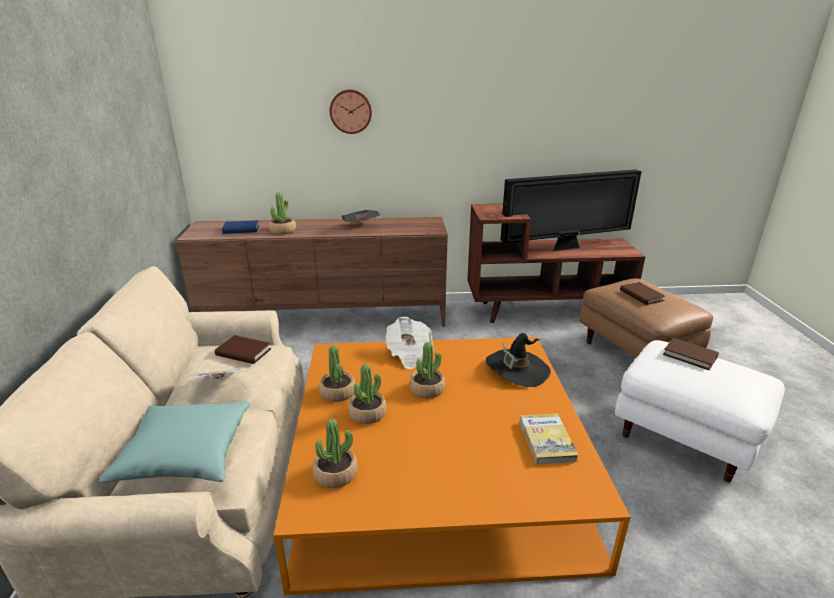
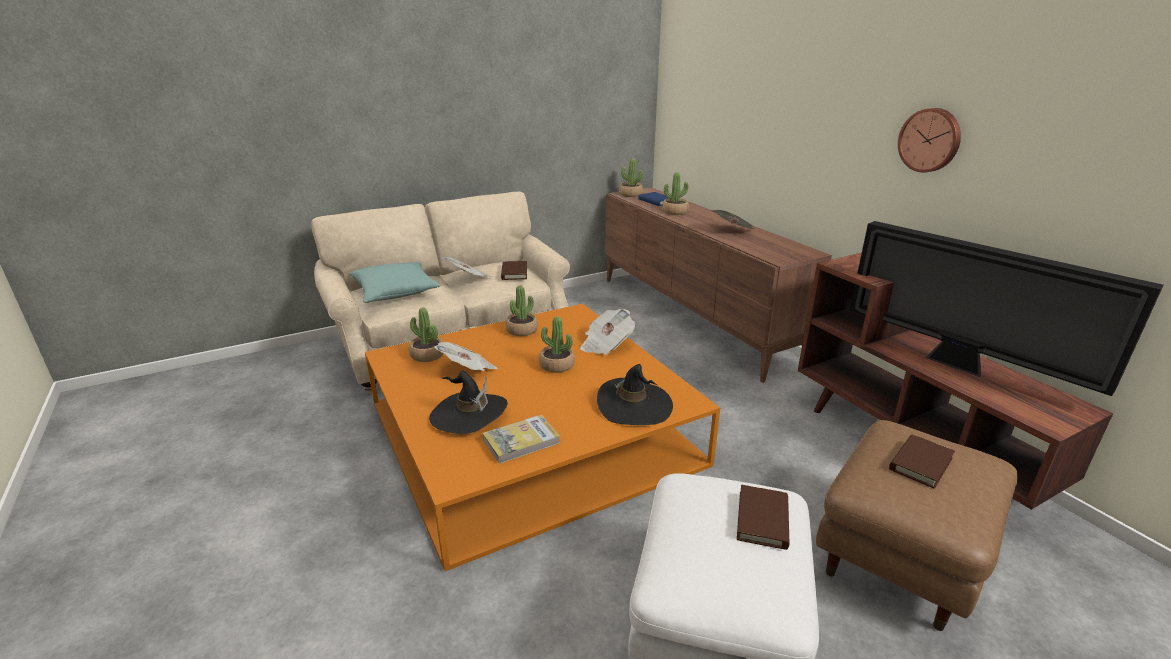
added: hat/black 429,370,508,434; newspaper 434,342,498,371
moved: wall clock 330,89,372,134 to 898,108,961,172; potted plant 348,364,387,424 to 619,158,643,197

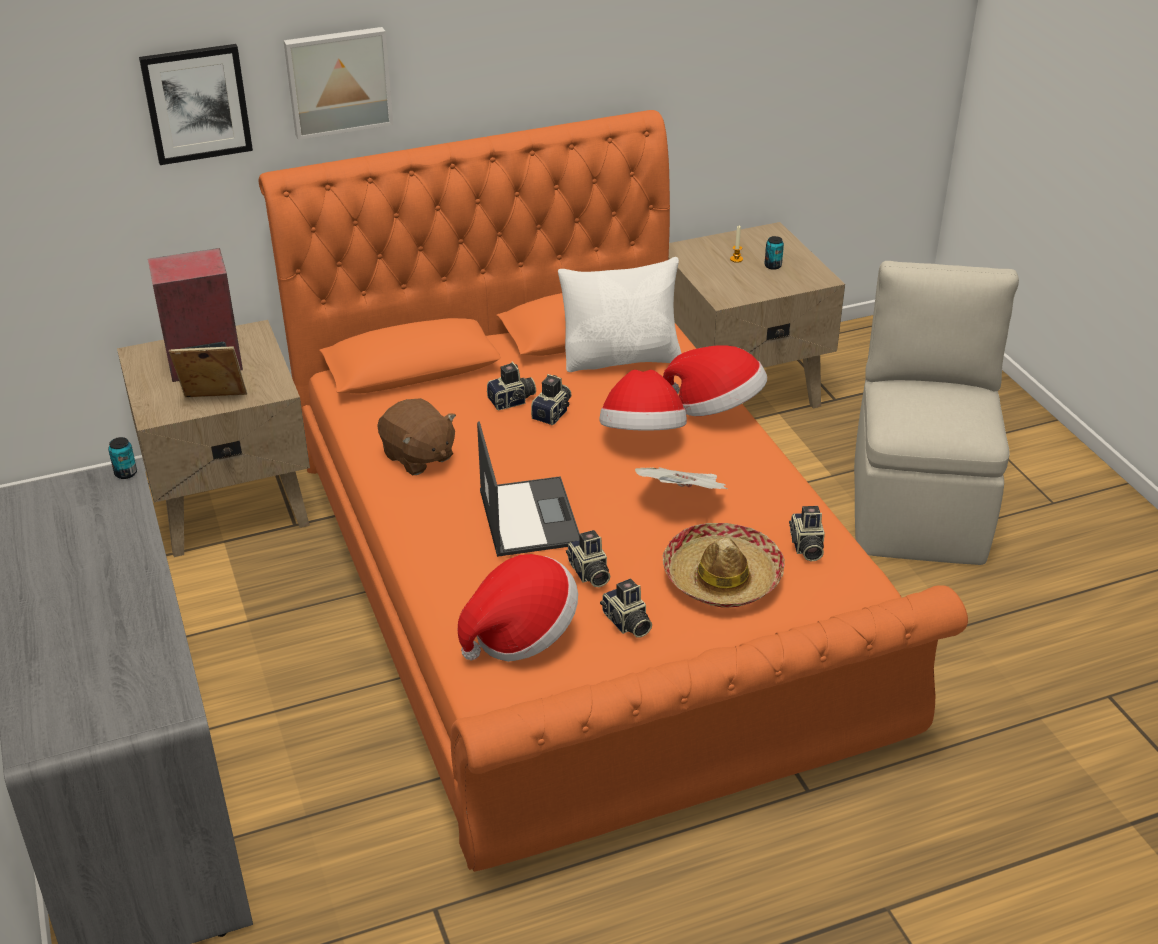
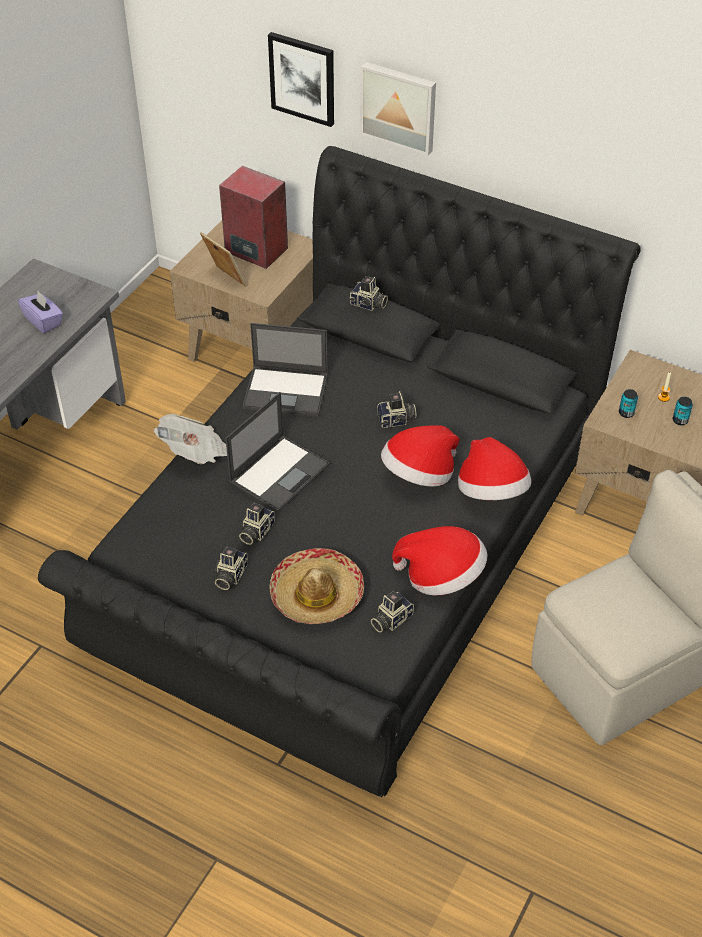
removed: pillow/white 558,257,681,372
added: tissue box/purple 18,291,63,333
moved: can 108,437,137,479 to 619,389,638,418; hat 457,554,578,662 to 392,526,487,595; photo camera 487,361,536,410 to 349,276,388,311; newspaper 635,467,727,489 to 153,414,227,465
replaced: plush toy/brown 377,398,456,475 to laptop 242,323,328,416
recoloured: bed/orange 258,110,968,872 to bed/black 38,146,641,797

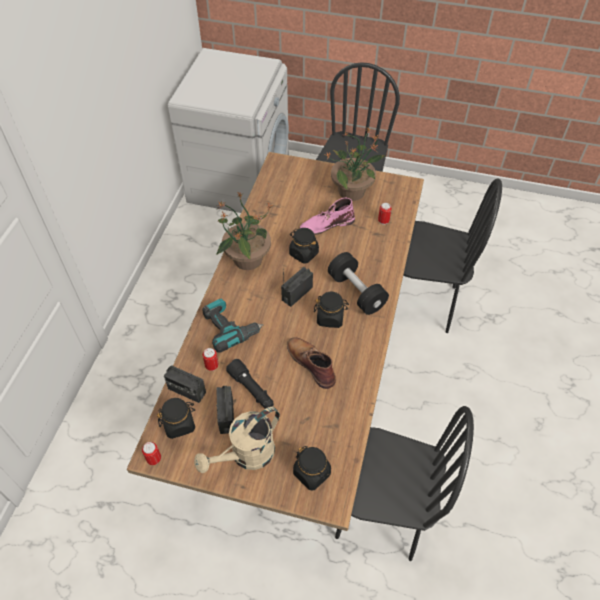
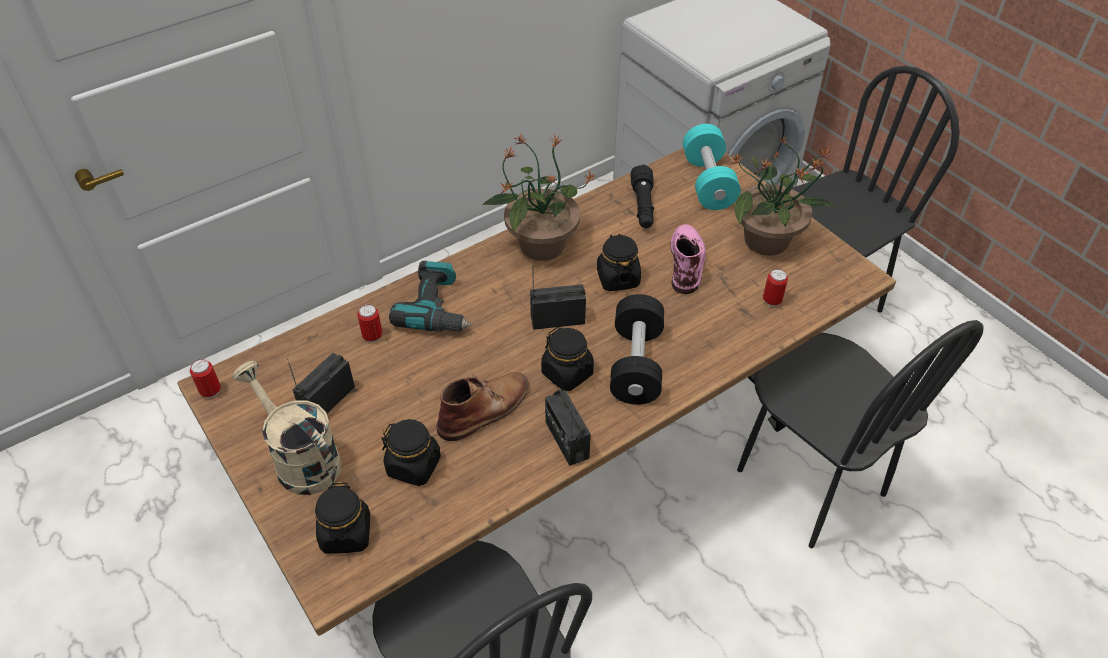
added: dumbbell/turquoise 683,124,741,210
moved: jar/black 157,398,196,439 to 381,419,441,486; radio 164,365,206,403 to 545,389,591,466; flashlight/black 226,359,274,409 to 630,165,654,228
turned: watering can/beige 194,407,280,473 = 232,361,342,495 45 degrees clockwise; boot/brown 287,337,336,389 = 436,372,528,441 45 degrees clockwise; boot/pink 299,197,355,235 = 671,224,706,294 75 degrees clockwise

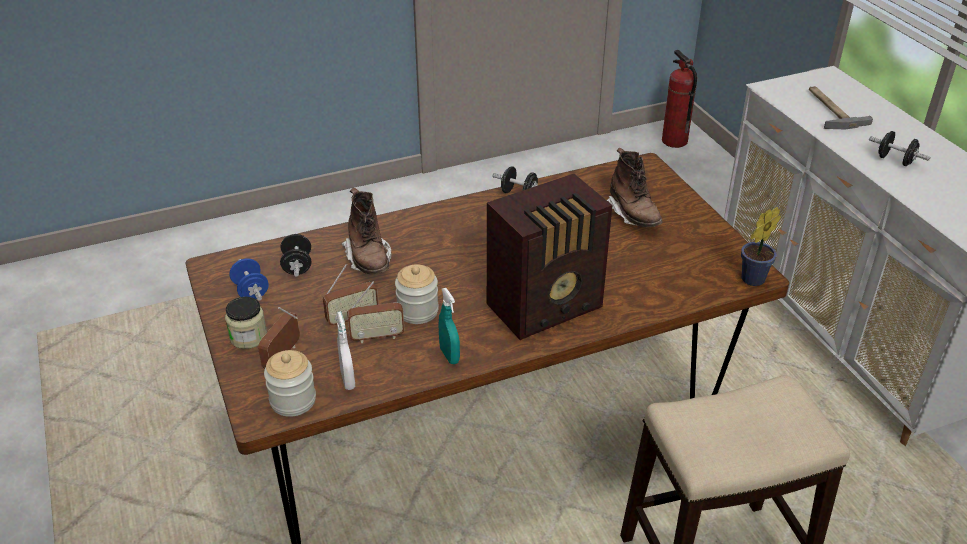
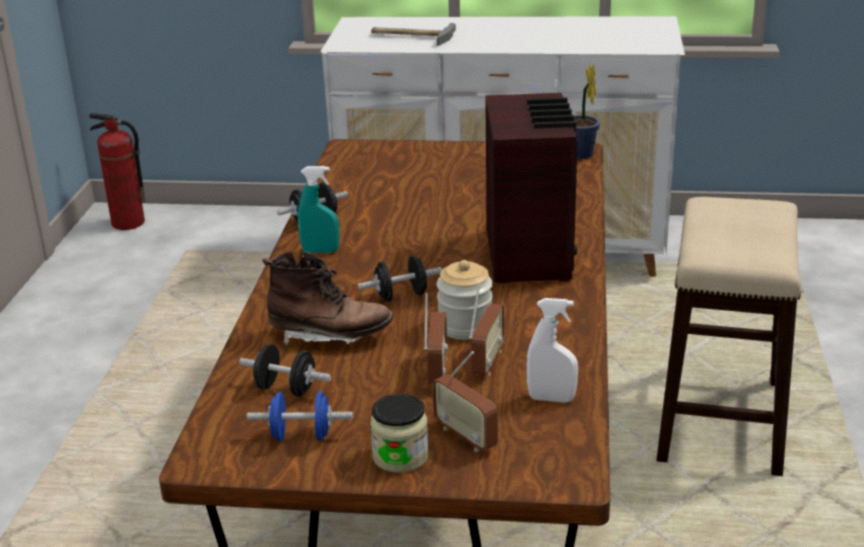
removed: jar 264,350,316,417; boot/brown 607,148,662,227
moved: spray bottle/turquoise 439,288,460,364 to 298,166,340,253; dumbbell/black 869,131,931,166 to 358,255,442,302

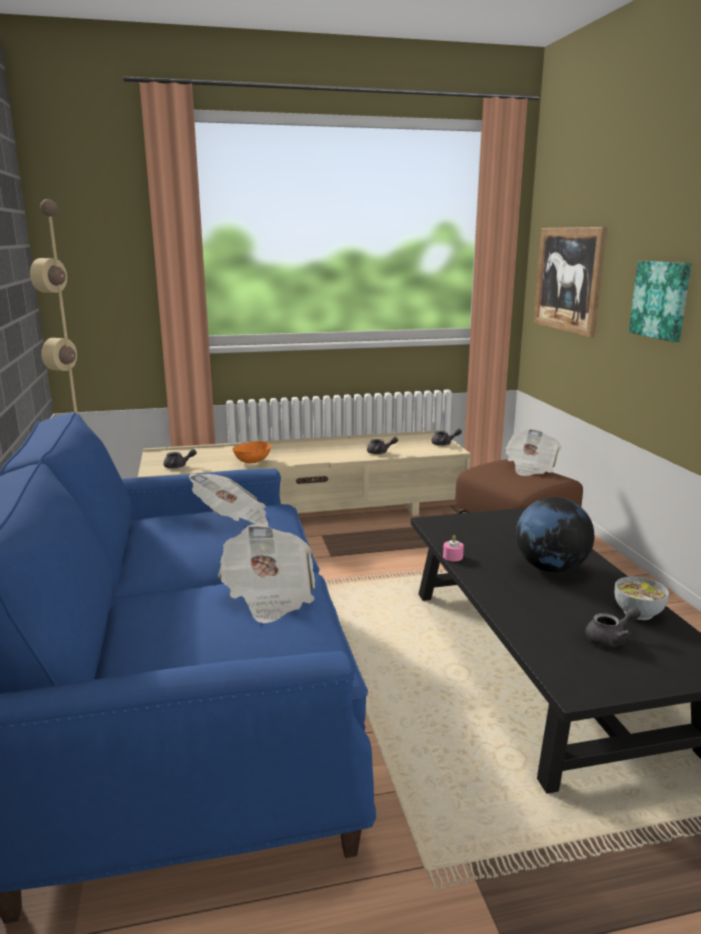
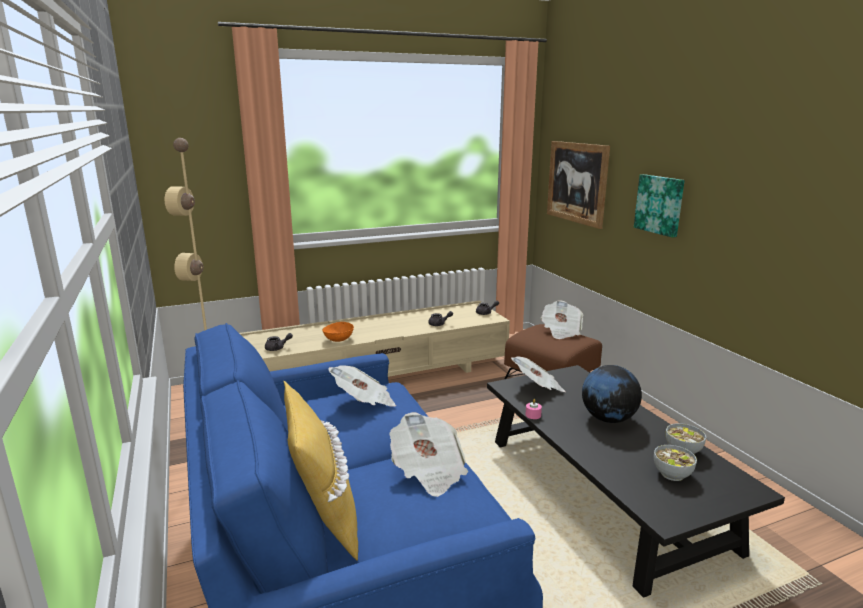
added: pillow/yellow 284,381,358,561; newspaper 511,356,566,392
replaced: teapot/grey 585,607,641,647 to bowl 654,445,697,481

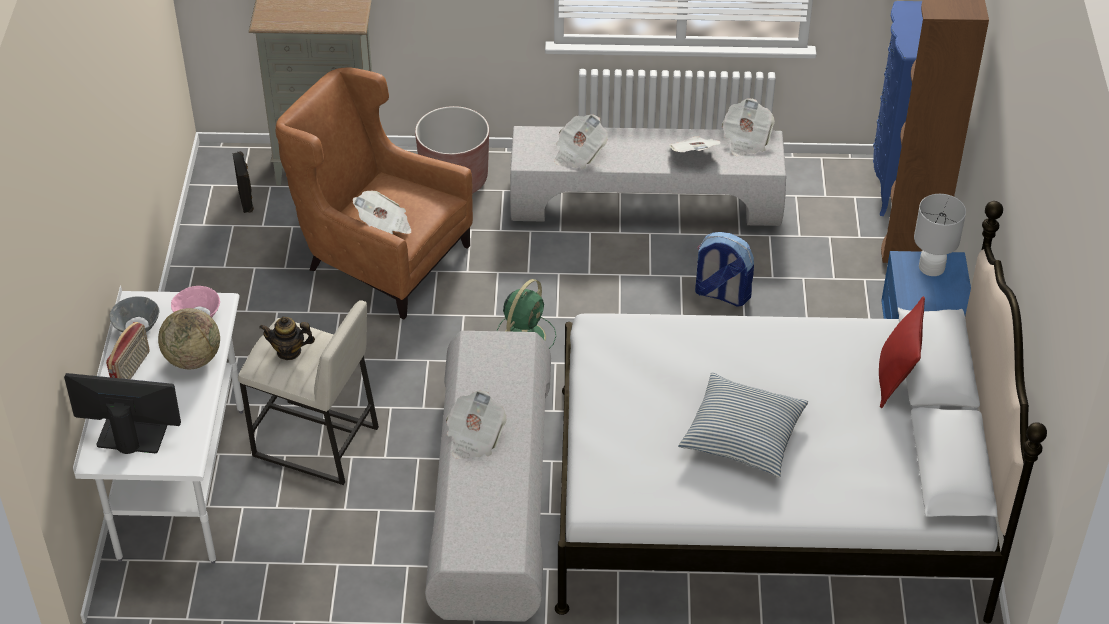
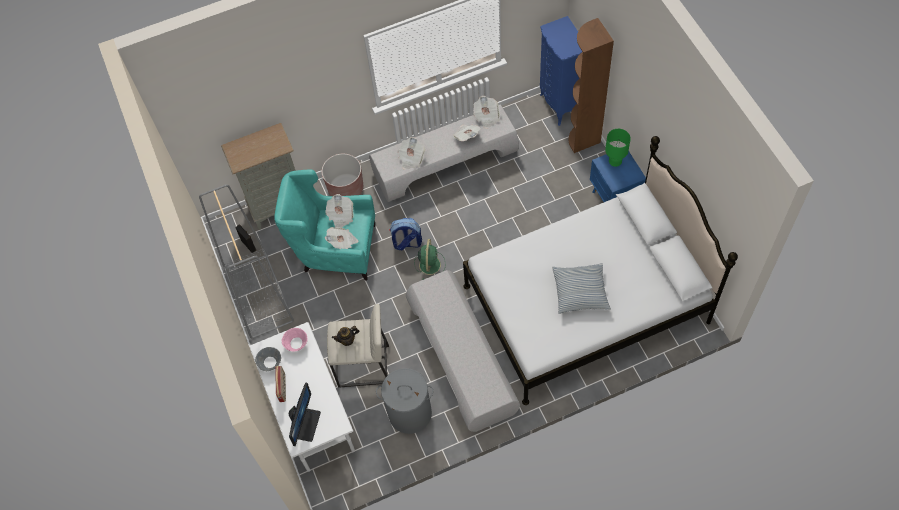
removed: globe 158,308,220,369; pillow/red 879,296,925,408
added: clothes rack/grey 199,185,294,338; laundry basket/grey 376,368,433,434
moved: newspaper 446,390,506,459 to 325,194,354,228; backpack 695,232,754,307 to 389,218,422,250
recoloured: armchair/brown 276,67,473,319 to armchair/turquoise 274,170,375,280; table lamp/grey 914,194,966,276 to table lamp/green 605,129,631,167
turned: monitor 64,373,181,454 = 288,382,321,446 120 degrees clockwise

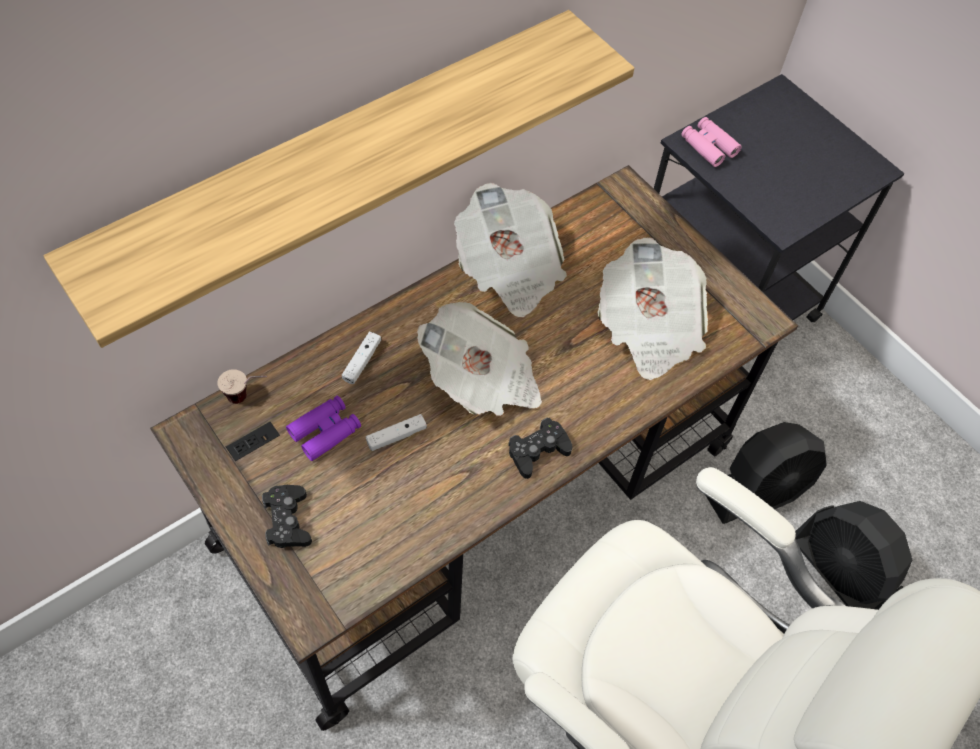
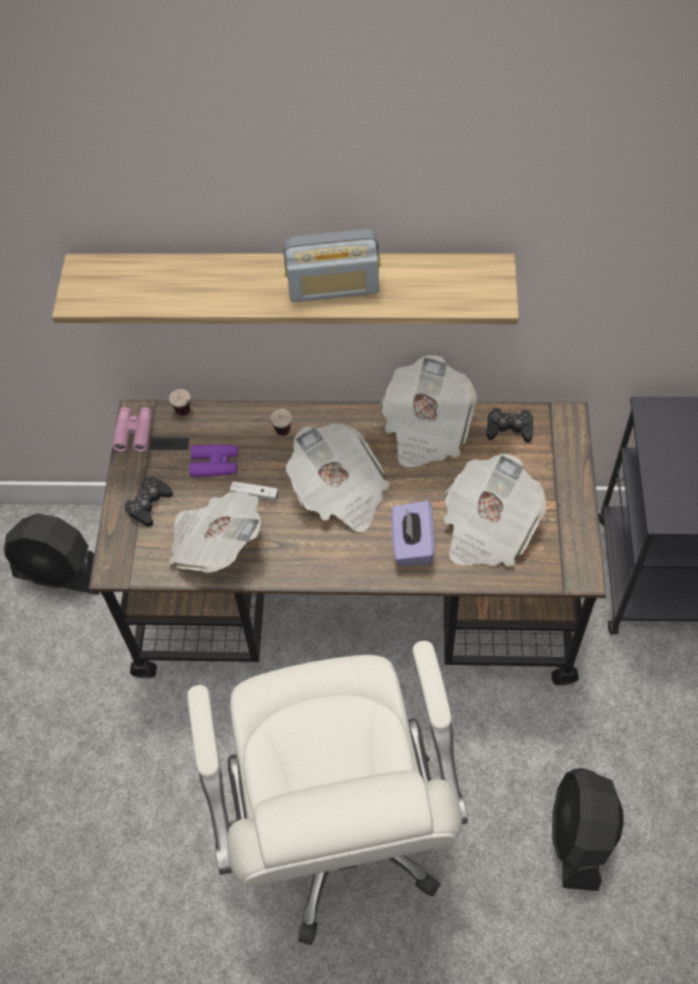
added: newspaper 169,490,261,573; radio 283,230,381,302; tissue box/purple 391,501,435,566
moved: game controller/black 508,418,572,479 to 486,407,533,443; binoculars/pink 681,117,741,167 to 112,407,151,452; fan/black 705,422,827,524 to 4,513,100,595
replaced: game controller/white 342,332,381,384 to cup 253,409,292,436

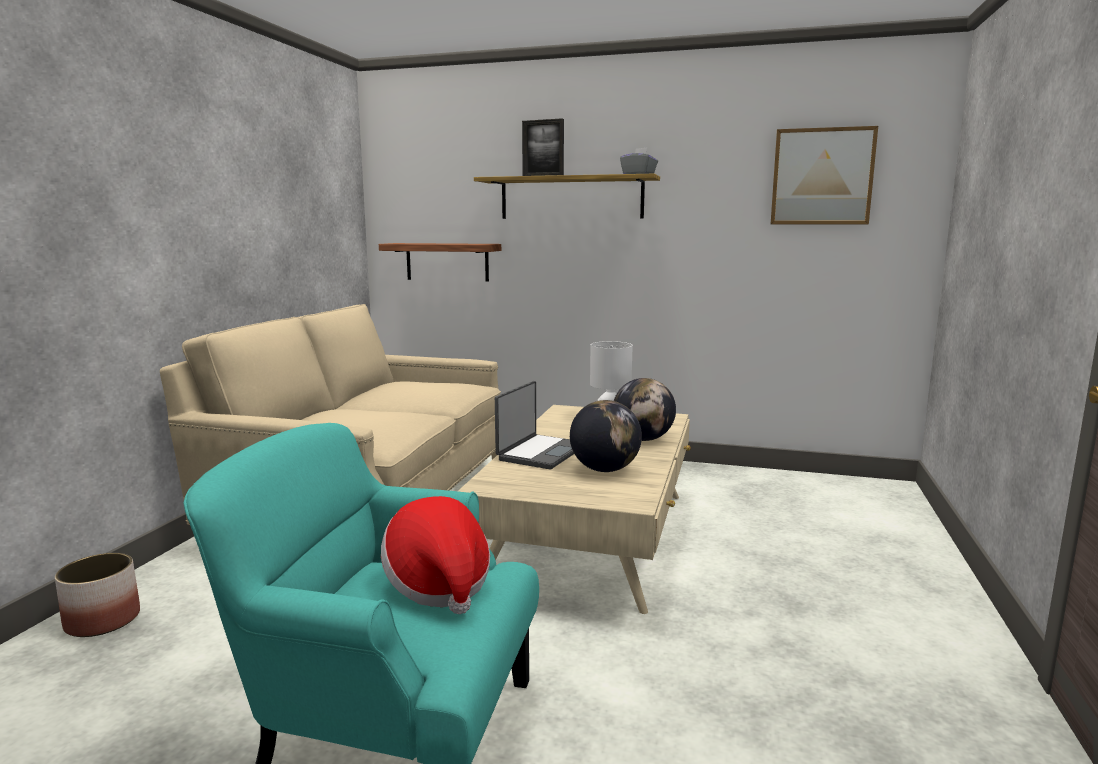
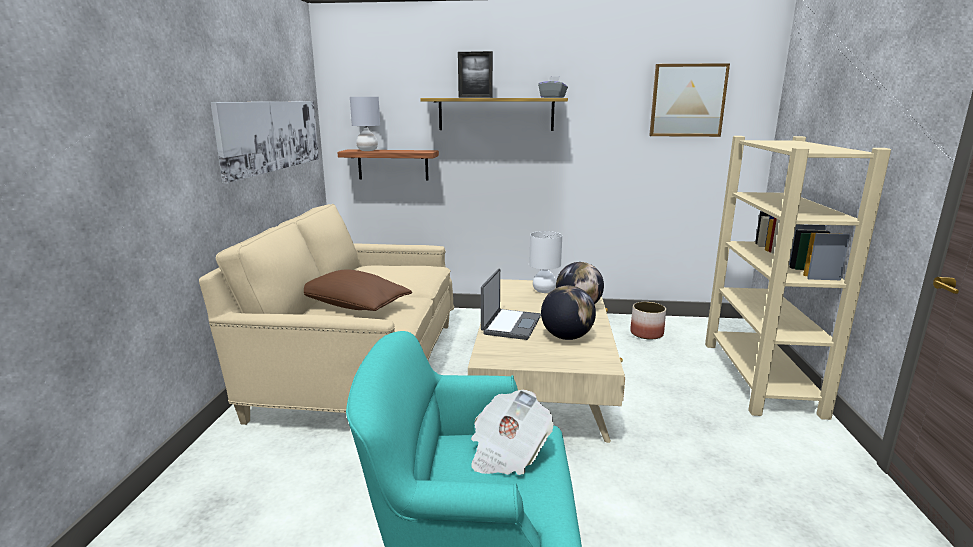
added: picture 211,101,319,183; pillow/brown 304,269,412,311; table lamp/grey 350,97,380,151; bookcase/beige 705,136,891,420
moved: planter 55,553,140,637 to 630,302,666,340
replaced: hat 381,496,490,614 to newspaper 471,390,554,475

